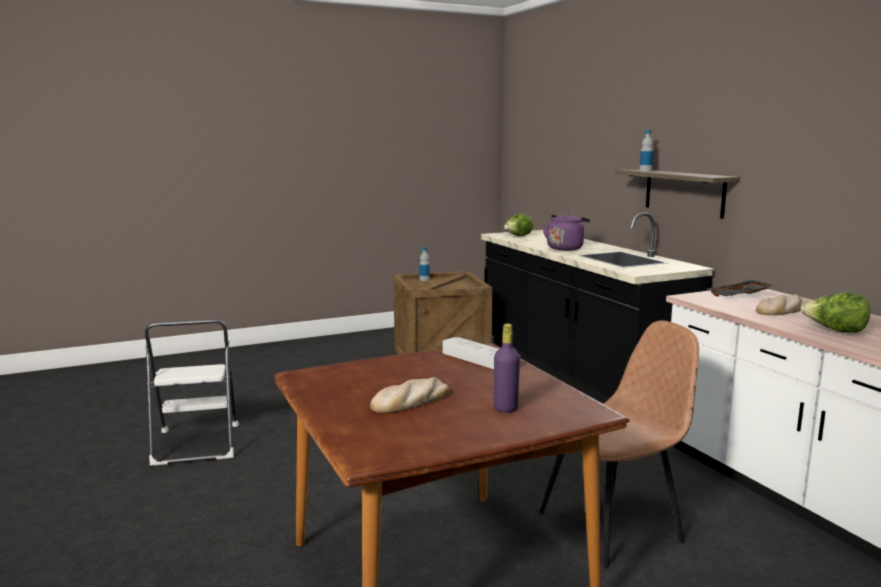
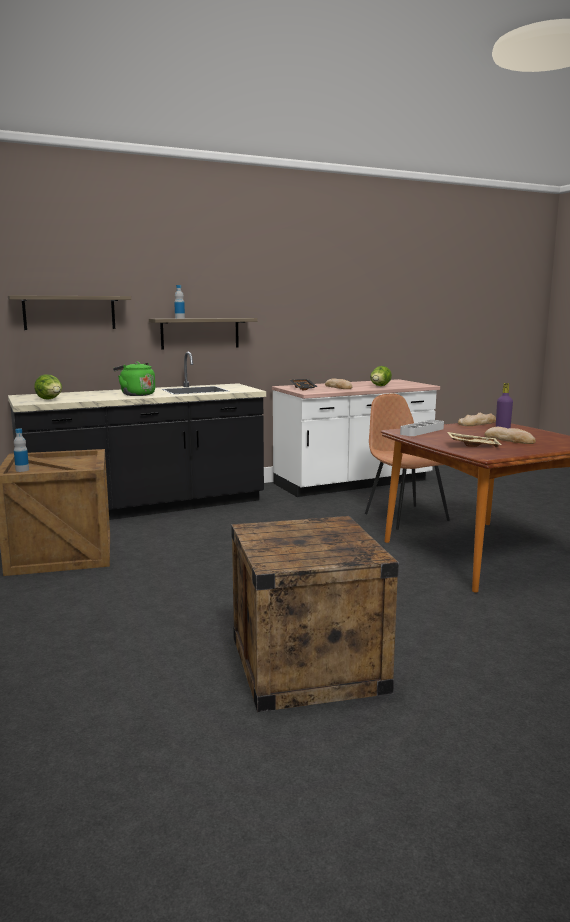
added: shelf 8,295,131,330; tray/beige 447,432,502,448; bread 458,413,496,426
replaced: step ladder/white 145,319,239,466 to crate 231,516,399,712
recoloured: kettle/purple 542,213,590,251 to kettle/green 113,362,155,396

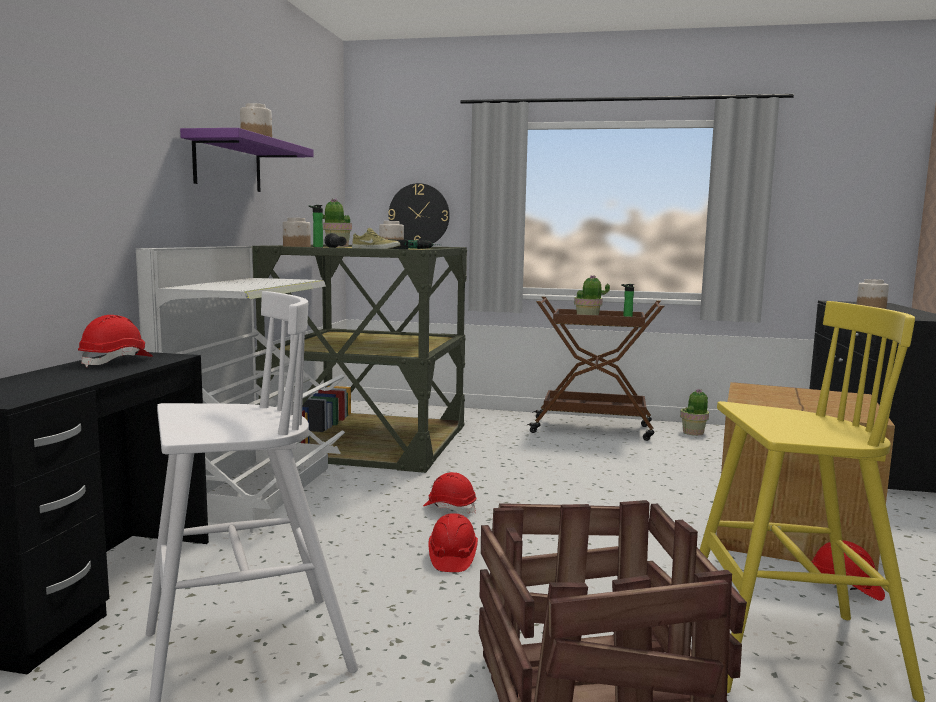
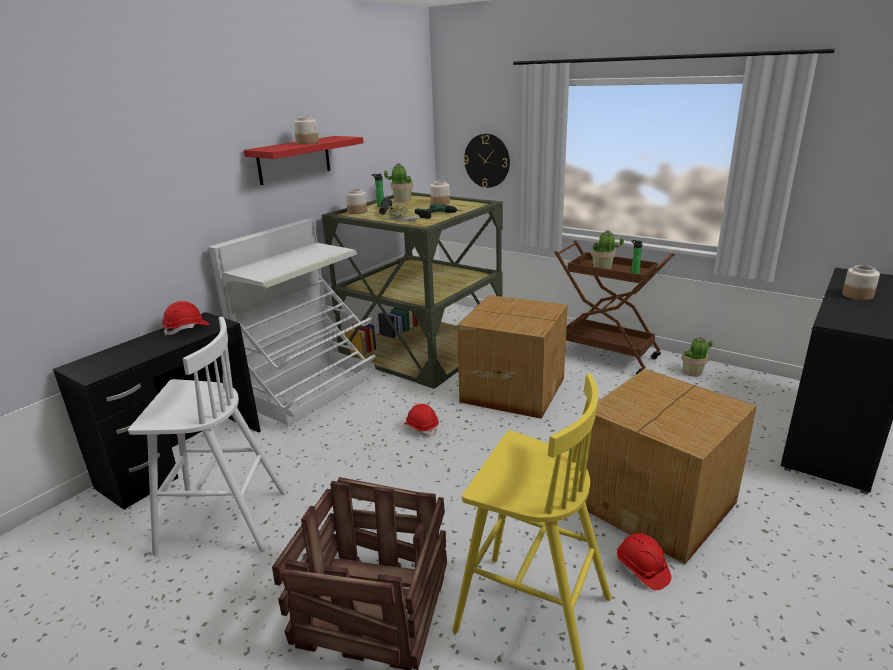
removed: hard hat/red 429,513,478,572
added: cardboard box 457,295,568,419
recoloured: shelf/purple 180,128,314,192 to shelf/red 243,136,364,185

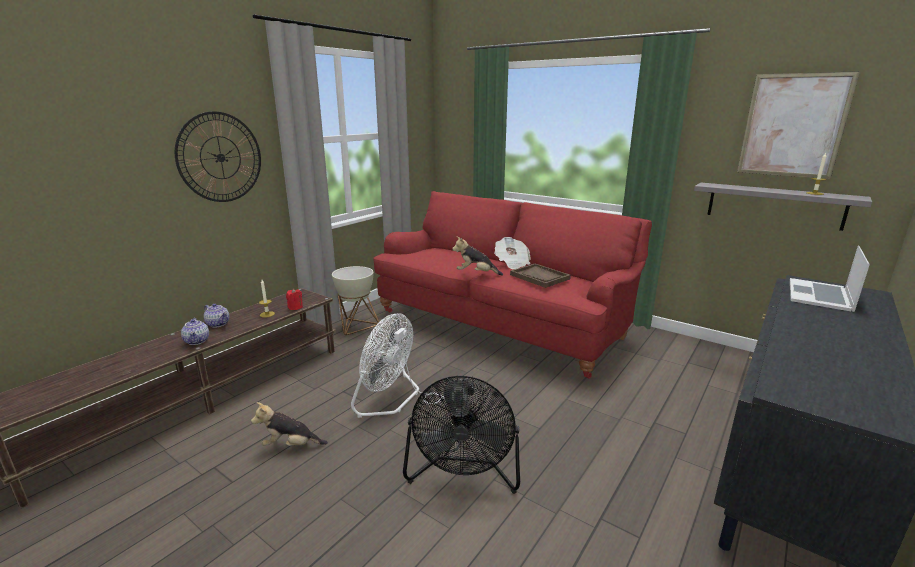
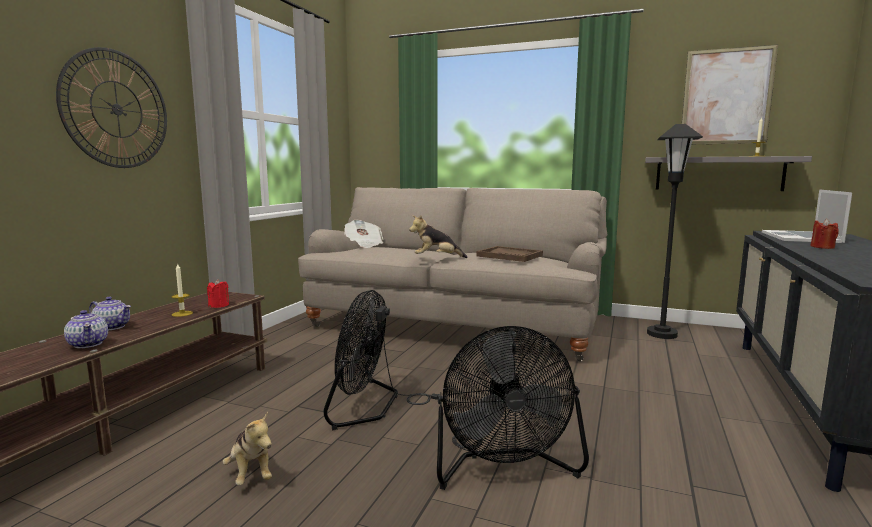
removed: planter 332,266,379,335
added: floor lamp/black 647,124,703,339; candle/red 810,219,839,249
moved: newspaper 494,237,531,269 to 344,220,384,248
recoloured: fan/white 351,313,445,418 to fan/black 324,290,438,430; sofa/red 374,191,652,379 to sofa/beige 298,187,607,362
turned: plush toy 251,402,328,446 = 223,412,272,485 105 degrees counterclockwise

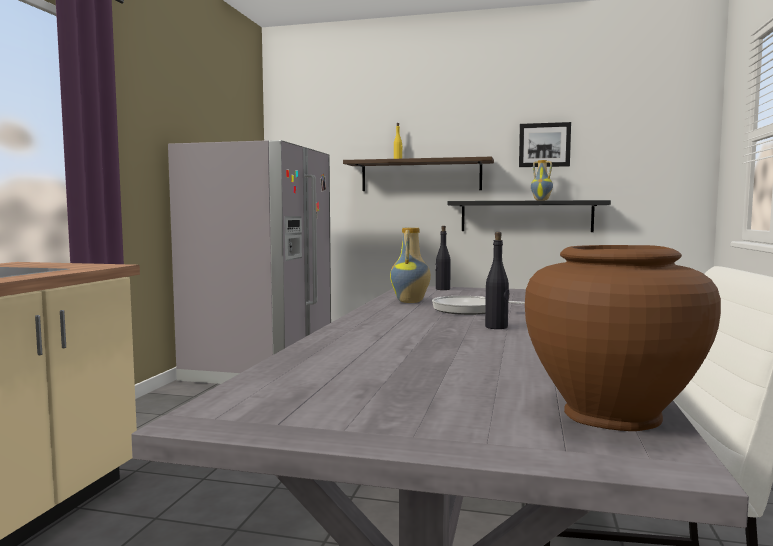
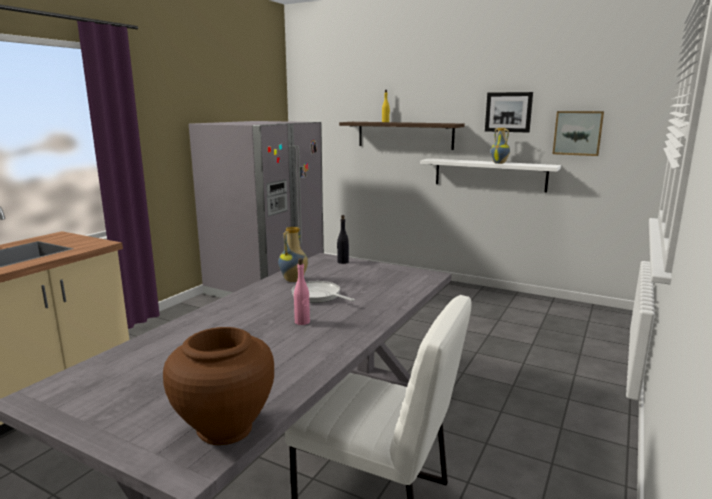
added: picture 553,111,604,156
recoloured: shelf/black 448,200,611,232 to shelf/white 420,158,561,192; bottle/black 485,232,509,329 to bottle/pink 294,258,310,325

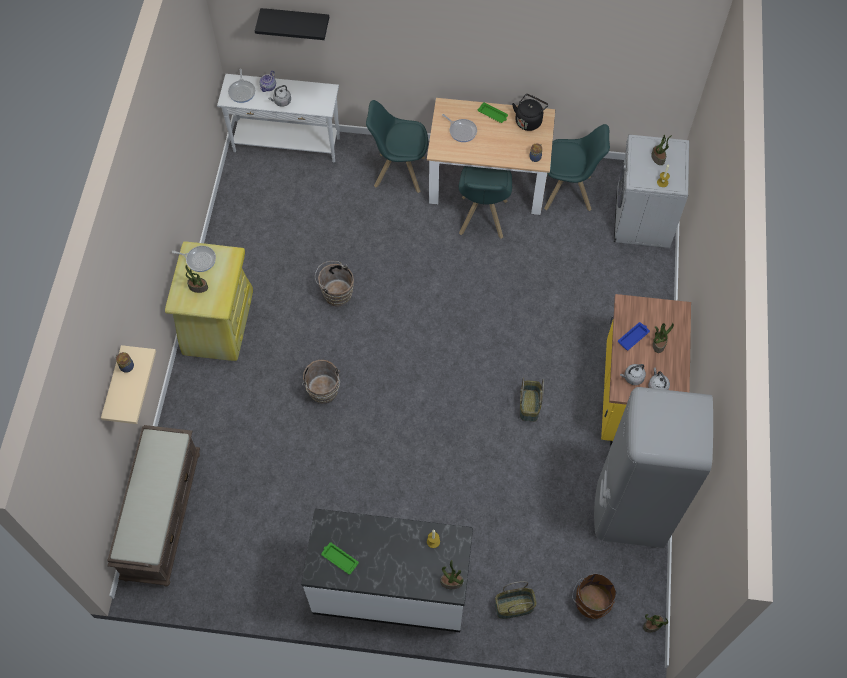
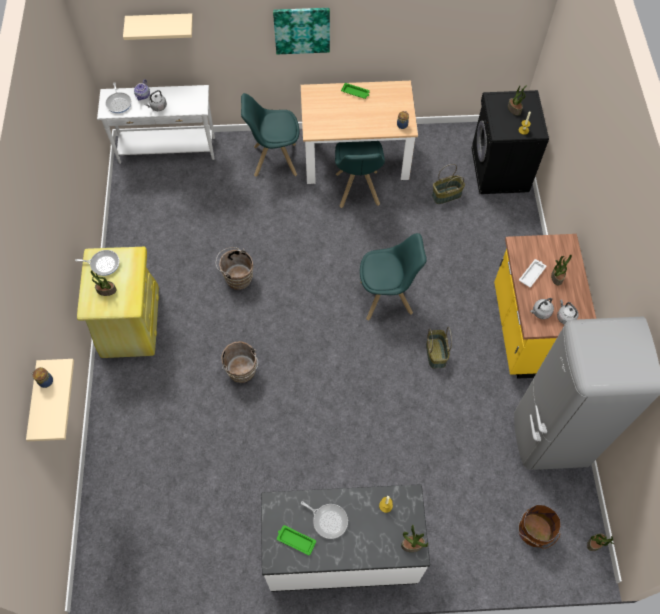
removed: bench/brown 107,425,200,586; kettle/black 512,94,548,131
added: picture 273,8,330,54
moved: frying pan 442,114,477,142 to 301,501,348,539; basket 495,581,537,619 to 432,164,465,204; chair/turquoise 544,124,610,211 to 360,233,427,321
recoloured: shelf/black 255,8,329,40 to shelf/beige 123,13,193,40; washing machine/white 614,135,689,248 to washing machine/black 472,90,549,194; tray/blue 618,322,650,350 to tray/white 519,259,546,287

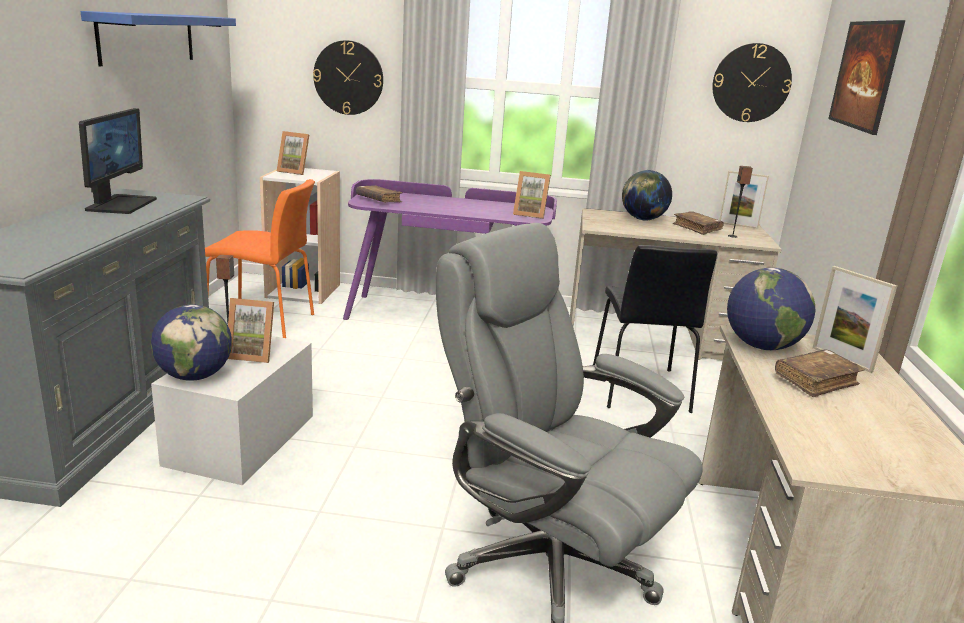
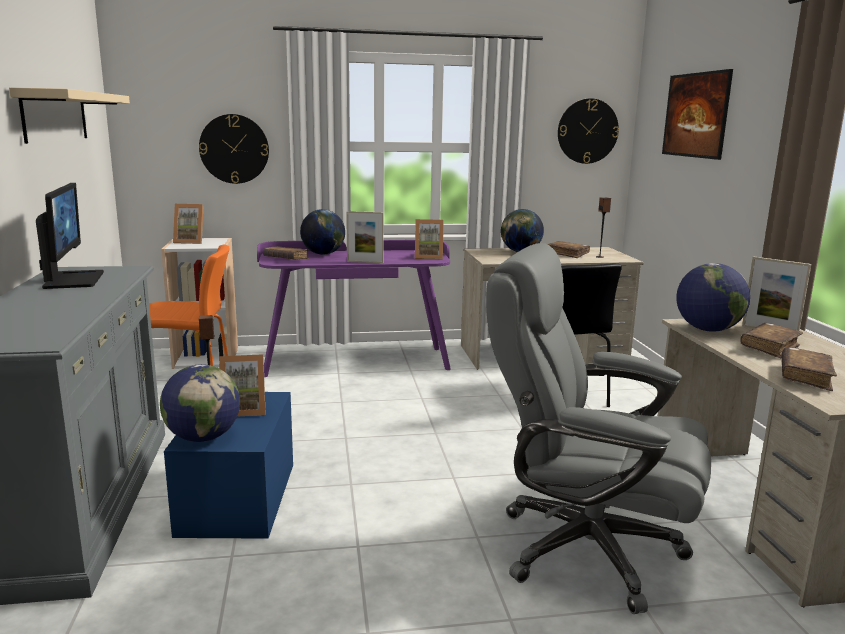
added: globe 300,209,345,255; book/brown 782,347,837,391
moved: picture frame 719,171,769,229 to 346,211,384,263
recoloured: shelf/blue 80,11,236,66 to shelf/beige 9,87,130,144; storage box/white 151,336,313,485 to storage box/blue 164,392,293,539

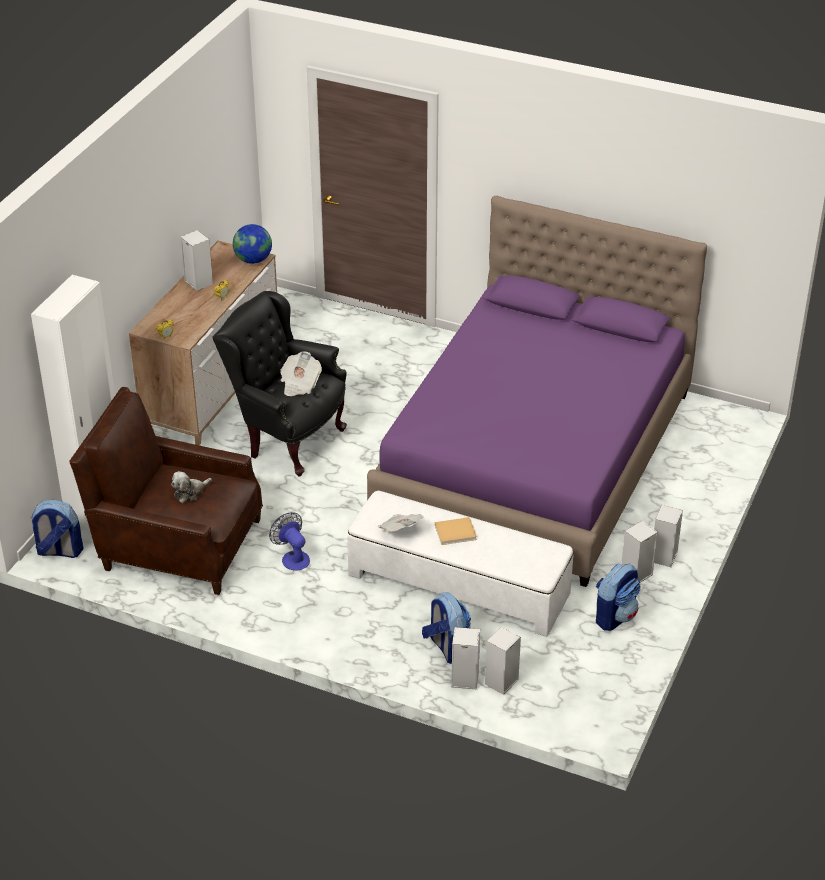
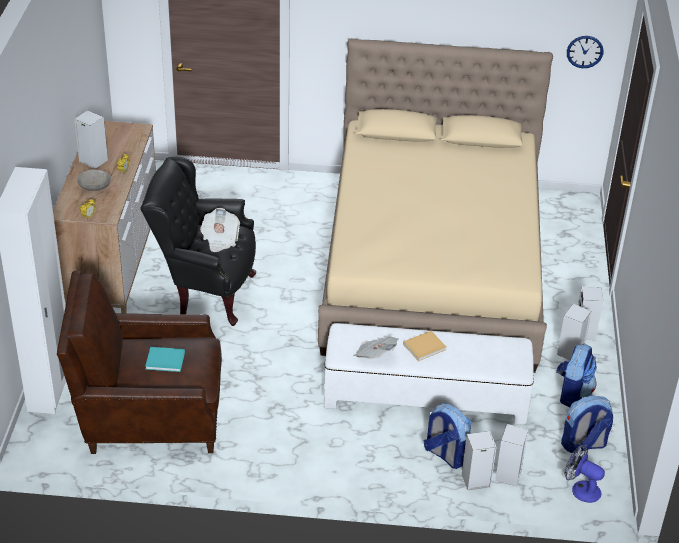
removed: globe 233,224,272,264
added: bowl/grey 77,169,111,191; wall clock 567,36,603,68
moved: backpack 30,500,84,558 to 561,396,613,453; fan 269,512,310,571 to 565,445,605,503
replaced: plush toy 171,471,212,503 to book/turquoise 145,347,185,372
recoloured: bed/purple 367,196,707,587 to bed/beige 318,38,553,373

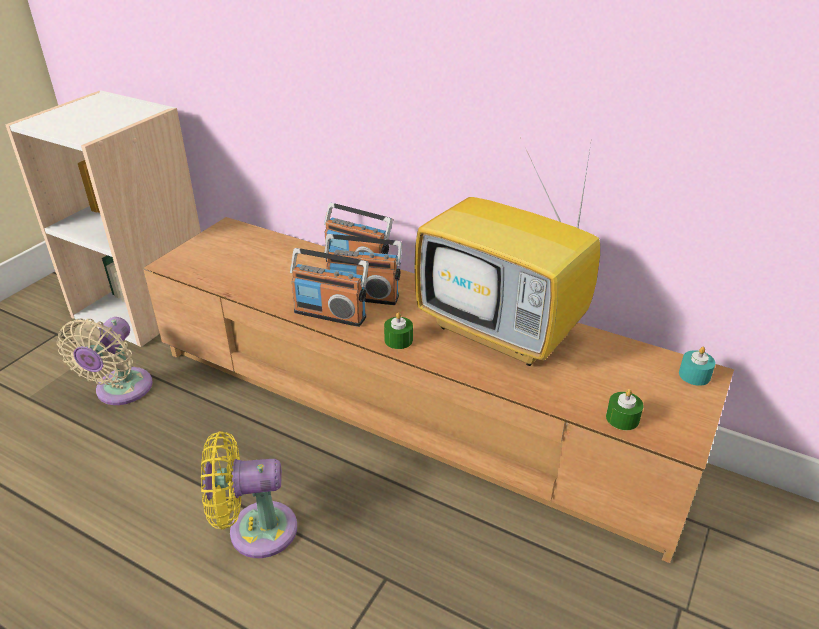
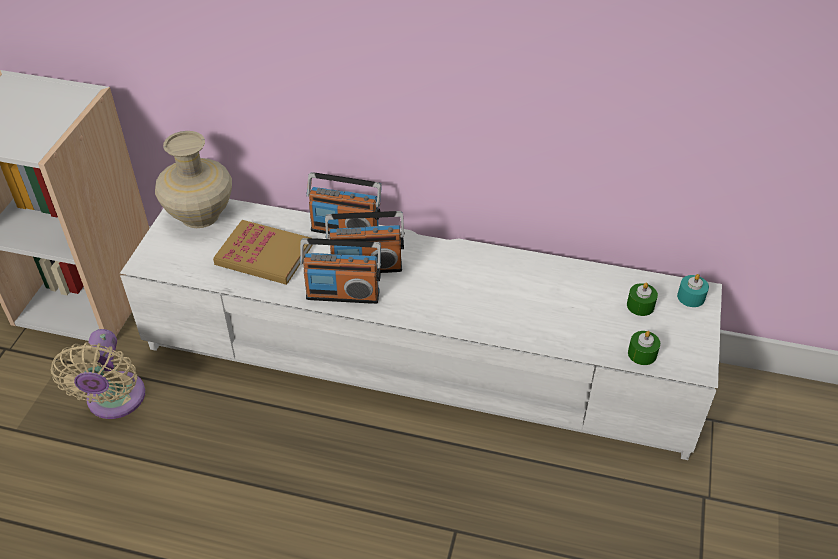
removed: fan/yellow 201,431,297,558; television 414,144,600,366
added: vase/beige 155,131,232,228; book 213,220,312,285
moved: candle/green 384,312,413,349 to 627,283,658,316
recoloured: tv stand/brown 144,217,734,563 to tv stand/white 120,199,722,460

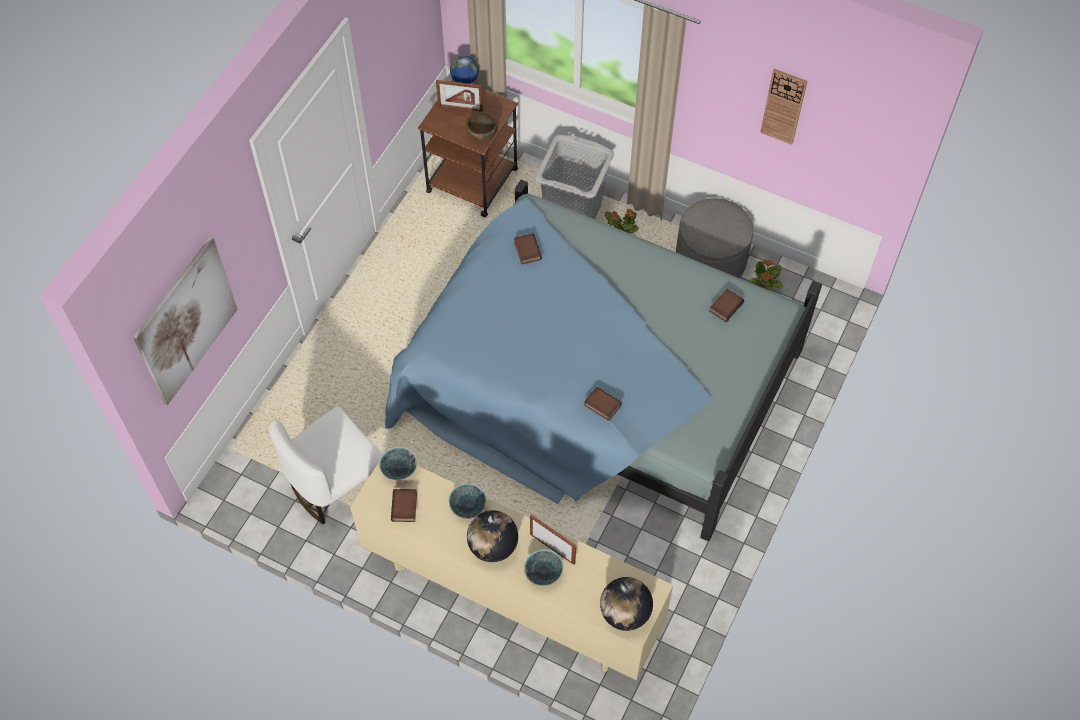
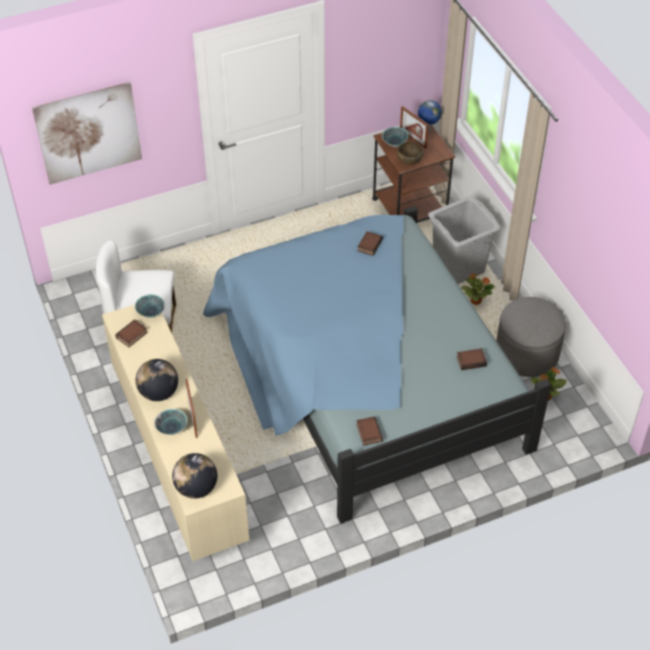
removed: wall clock 760,69,807,145
moved: bowl 449,483,486,519 to 382,127,408,147; book 584,387,622,421 to 356,416,383,446

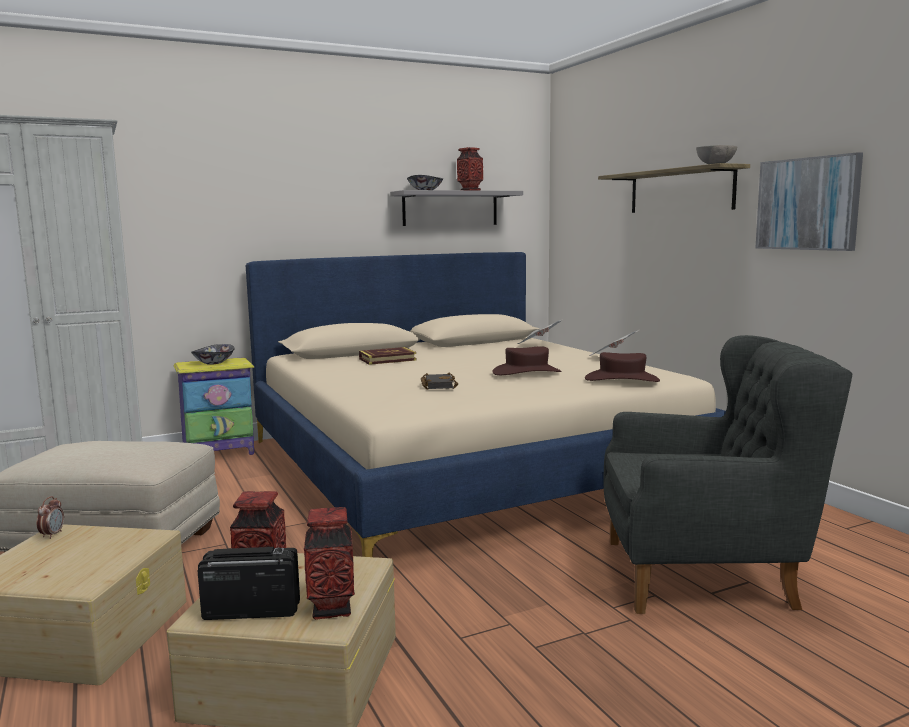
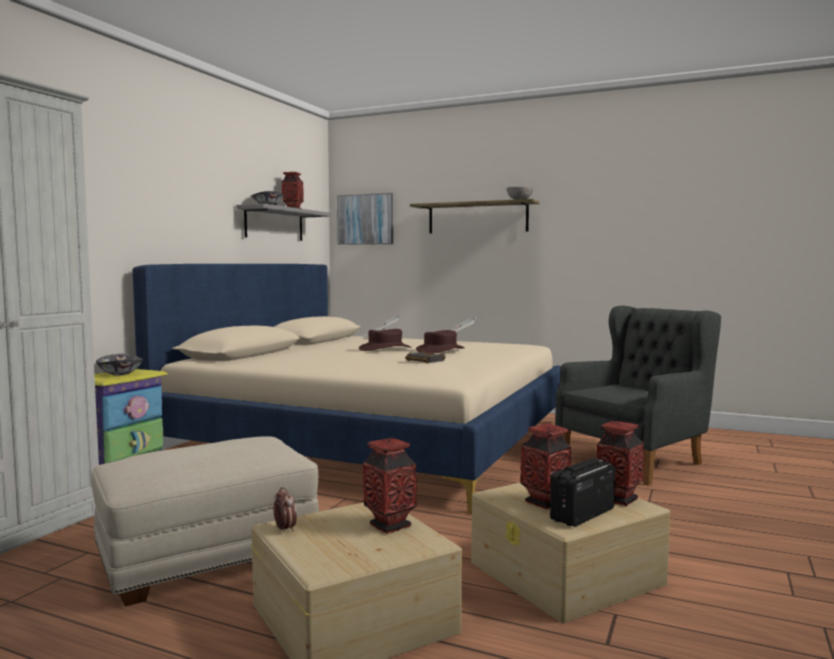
removed: book 359,347,416,365
added: vase 363,438,417,534
moved: hat/brown 585,352,660,382 to 359,329,412,351; picture 755,152,863,251 to 337,193,393,245

